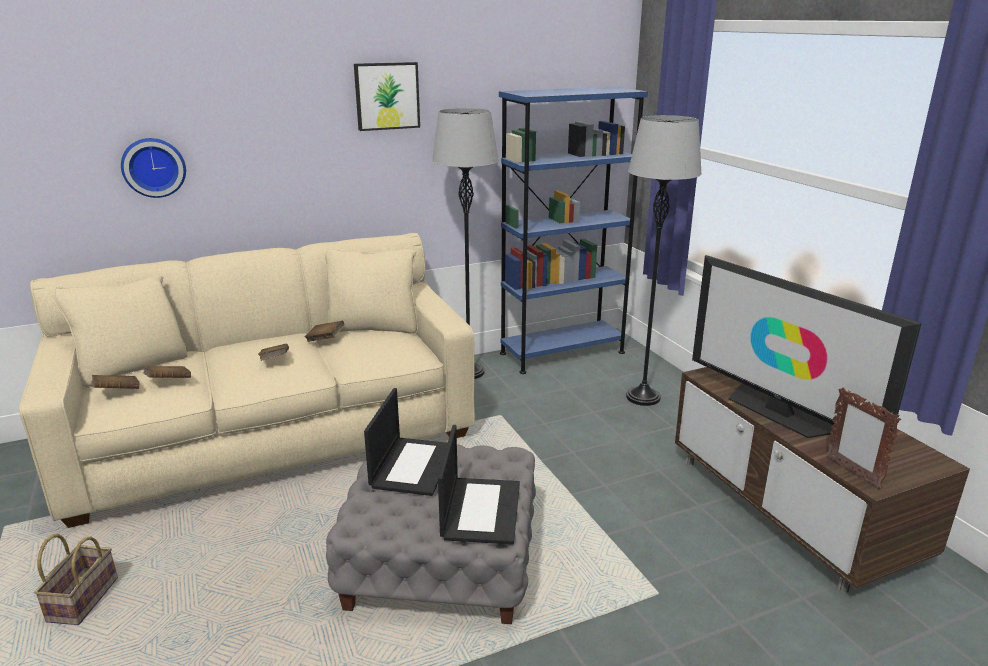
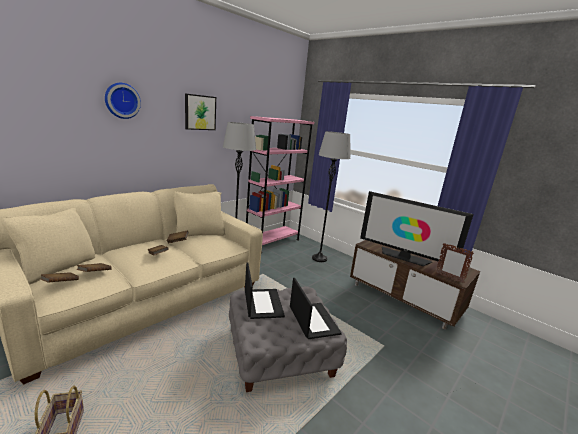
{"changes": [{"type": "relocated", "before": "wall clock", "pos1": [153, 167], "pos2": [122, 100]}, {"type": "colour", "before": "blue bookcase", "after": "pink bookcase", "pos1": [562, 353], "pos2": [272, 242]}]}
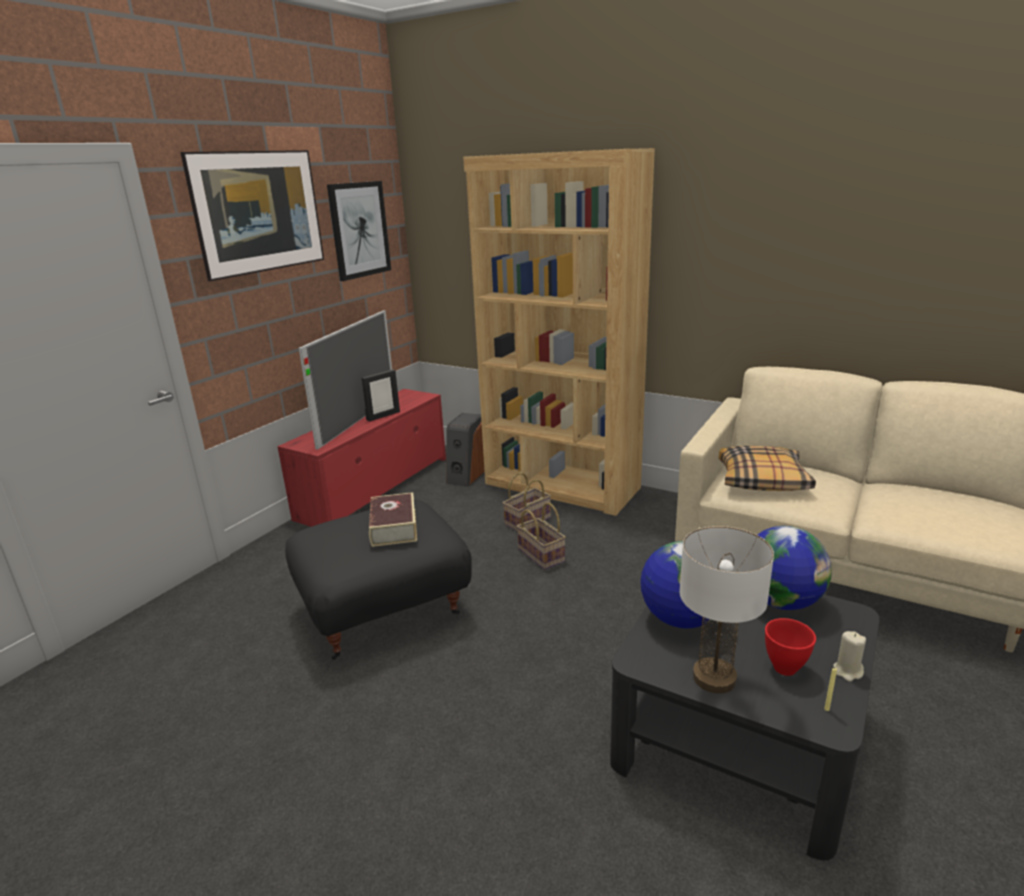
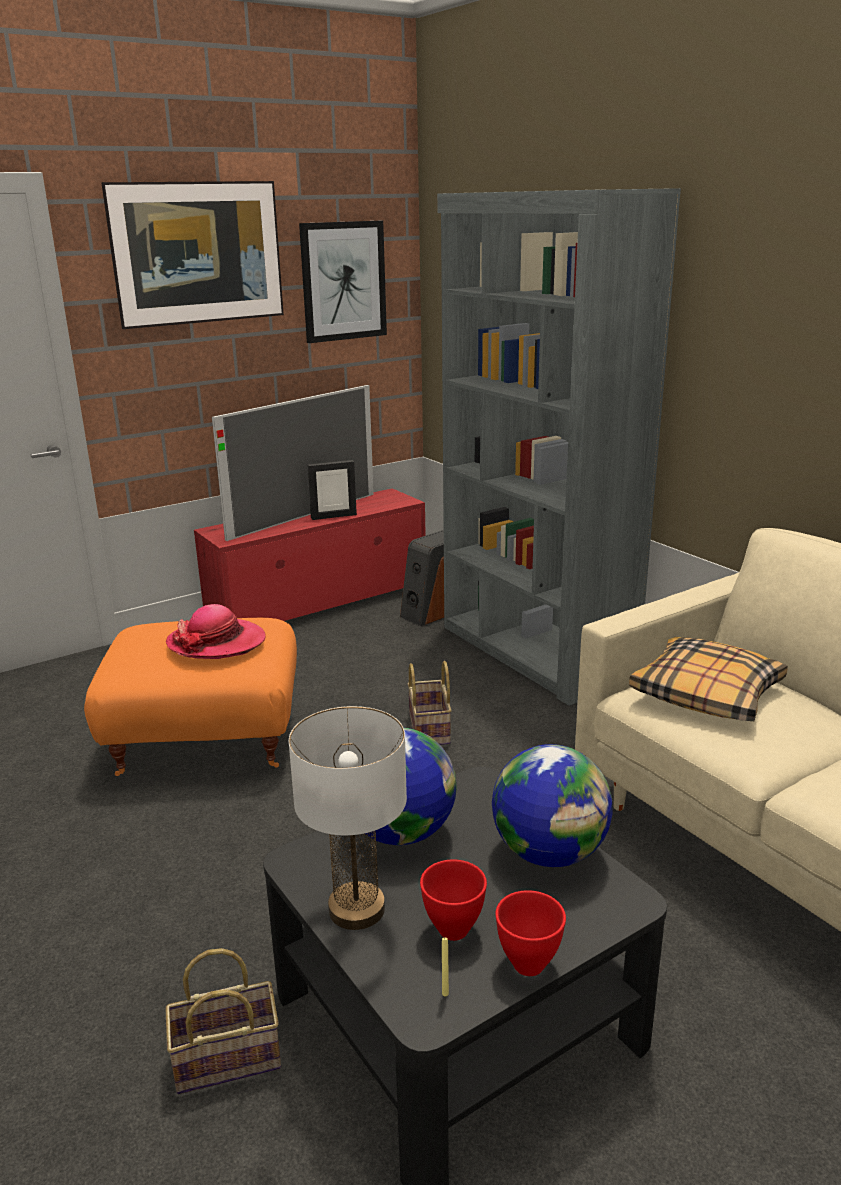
{"changes": [{"type": "colour", "before": "black ottoman", "after": "orange ottoman", "pos1": [384, 612], "pos2": [205, 742]}, {"type": "relocated", "before": "basket", "pos1": [528, 520], "pos2": [230, 1057]}, {"type": "exchanged", "before": "book", "after": "hat", "pos1": [393, 527], "pos2": [216, 643]}, {"type": "colour", "before": "brown bookcase", "after": "grey bookcase", "pos1": [561, 486], "pos2": [534, 652]}, {"type": "exchanged", "before": "beige candle", "after": "red bowl", "pos1": [847, 671], "pos2": [528, 963]}]}
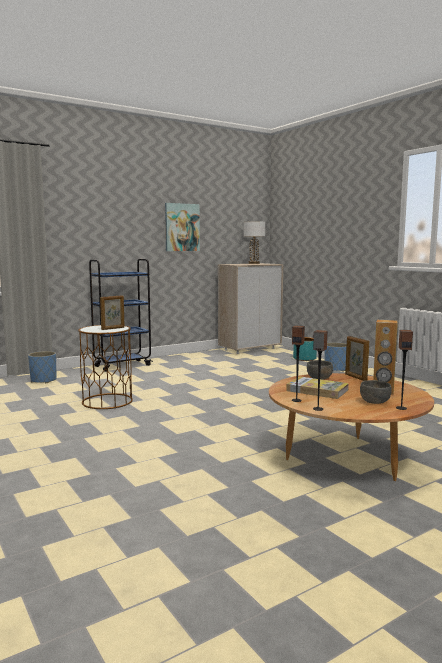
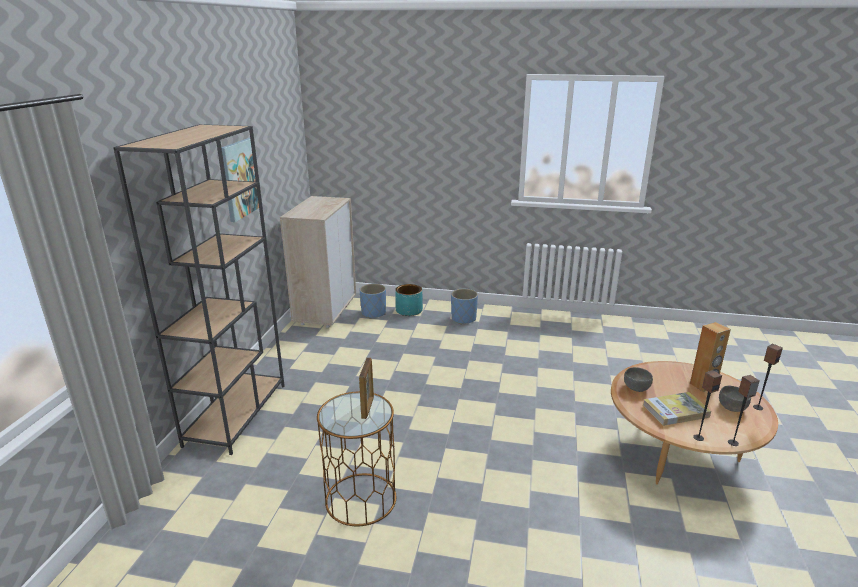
{"changes": [{"type": "exchanged", "before": "blue cart", "after": "bookcase", "pos1": [123, 365], "pos2": [236, 414]}, {"type": "relocated", "before": "blue planter", "pos1": [43, 380], "pos2": [373, 313]}, {"type": "missing", "before": "table lamp", "pos1": [253, 263]}, {"type": "missing", "before": "picture frame", "pos1": [355, 377]}]}
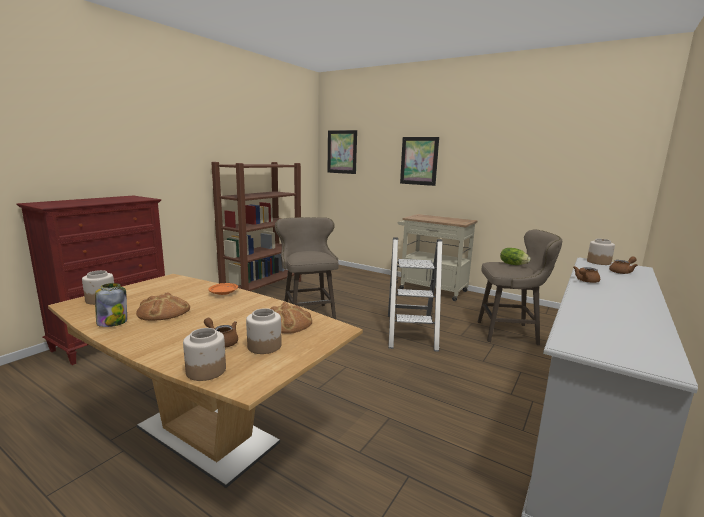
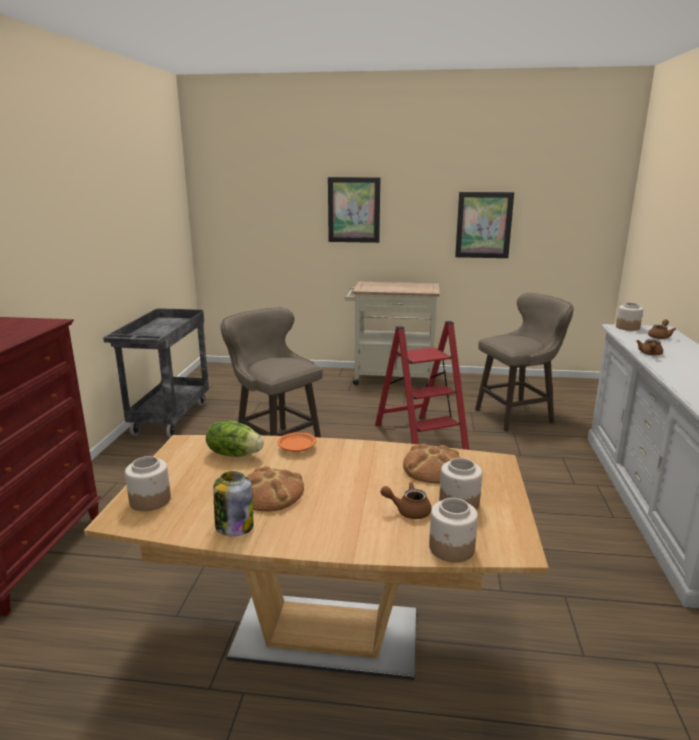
{"changes": [{"type": "exchanged", "before": "brown bookcase", "after": "grey cart", "pos1": [262, 287], "pos2": [169, 420]}, {"type": "relocated", "before": "lettuce", "pos1": [513, 264], "pos2": [234, 454]}, {"type": "colour", "before": "grey step ladder", "after": "red step ladder", "pos1": [411, 331], "pos2": [419, 438]}, {"type": "relocated", "before": "picture", "pos1": [342, 152], "pos2": [483, 225]}]}
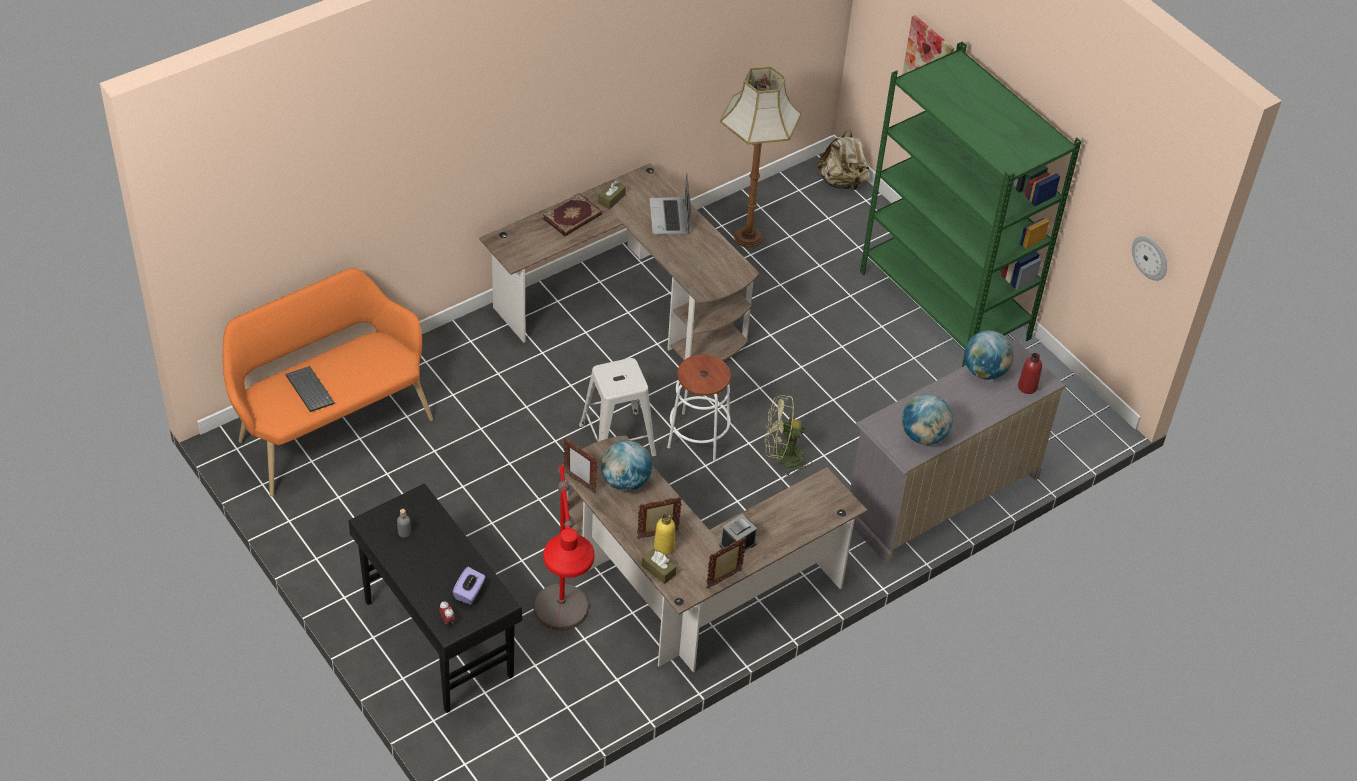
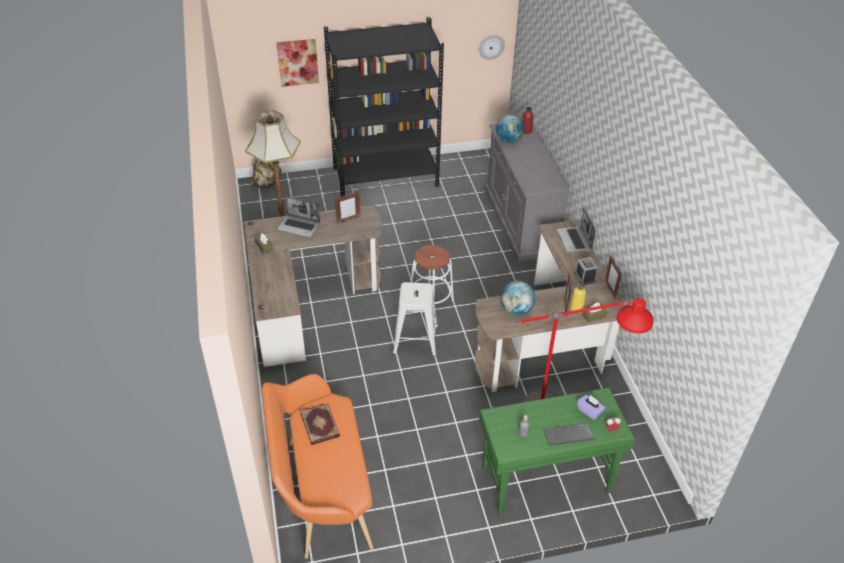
{"changes": [{"type": "relocated", "before": "book", "pos1": [572, 217], "pos2": [320, 425]}, {"type": "colour", "before": "green bookcase", "after": "black bookcase", "pos1": [944, 305], "pos2": [385, 177]}, {"type": "relocated", "before": "picture frame", "pos1": [579, 482], "pos2": [348, 220]}, {"type": "colour", "before": "black console table", "after": "green console table", "pos1": [437, 638], "pos2": [544, 481]}, {"type": "relocated", "before": "keyboard", "pos1": [308, 390], "pos2": [568, 435]}, {"type": "appeared", "after": "laptop", "pos2": [575, 240]}, {"type": "missing", "before": "green fan", "pos1": [782, 457]}, {"type": "missing", "before": "globe", "pos1": [923, 436]}]}
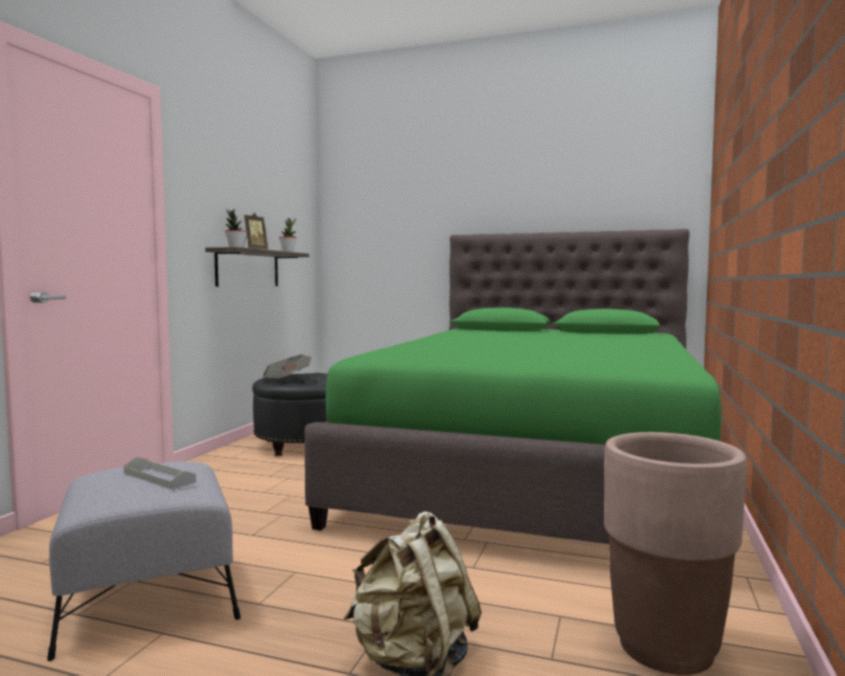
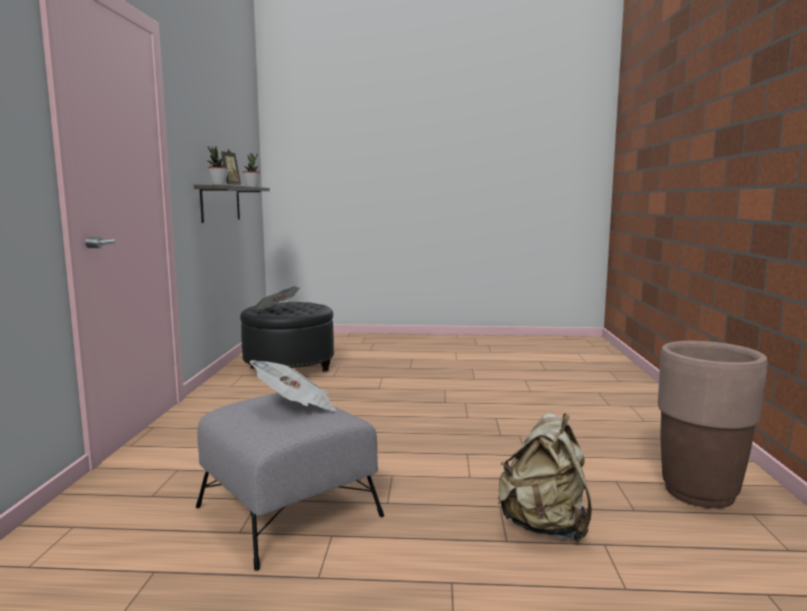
{"changes": [{"type": "exchanged", "before": "grey tray", "after": "newspaper", "pos1": [159, 478], "pos2": [296, 407]}, {"type": "missing", "before": "green bed", "pos1": [538, 469]}]}
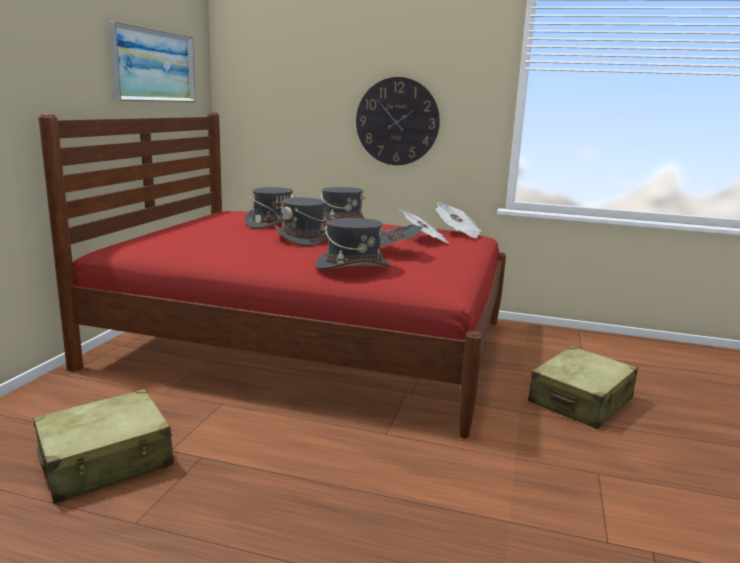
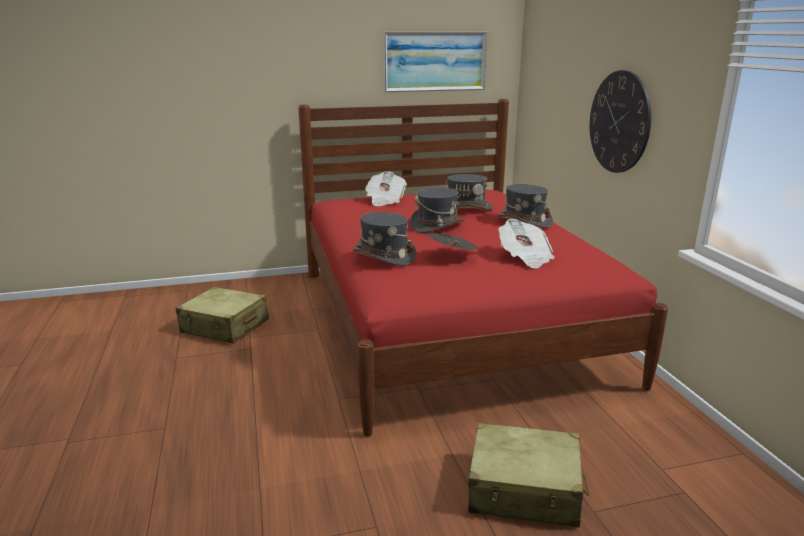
{"changes": [{"type": "relocated", "before": "newspaper", "pos1": [458, 233], "pos2": [385, 200]}]}
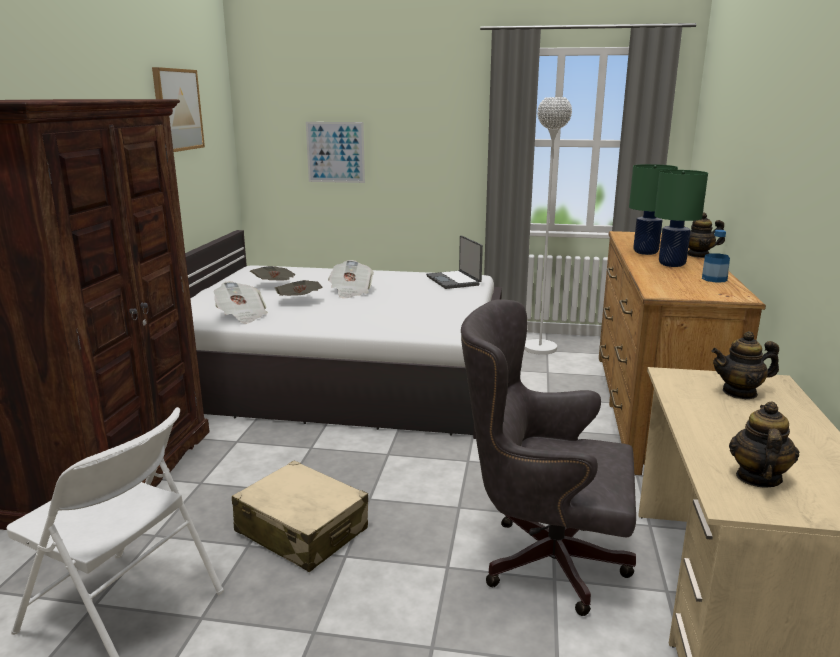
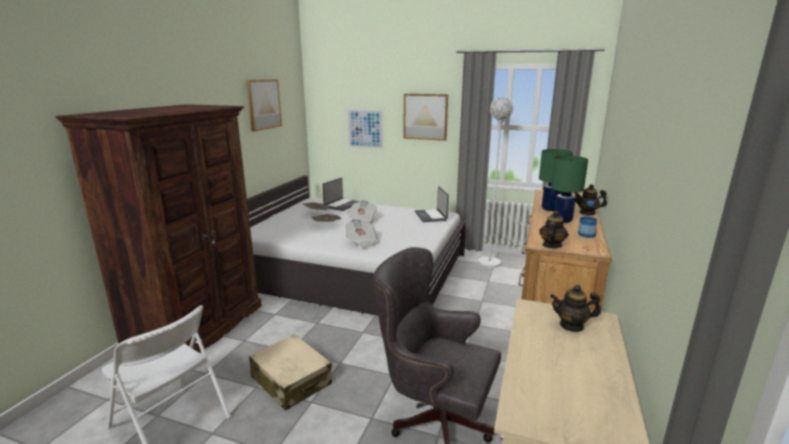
{"changes": [{"type": "appeared", "after": "laptop", "pos2": [341, 205]}, {"type": "relocated", "before": "newspaper", "pos1": [242, 316], "pos2": [362, 242]}, {"type": "appeared", "after": "picture", "pos2": [425, 116]}, {"type": "relocated", "before": "teapot", "pos1": [757, 478], "pos2": [551, 245]}]}
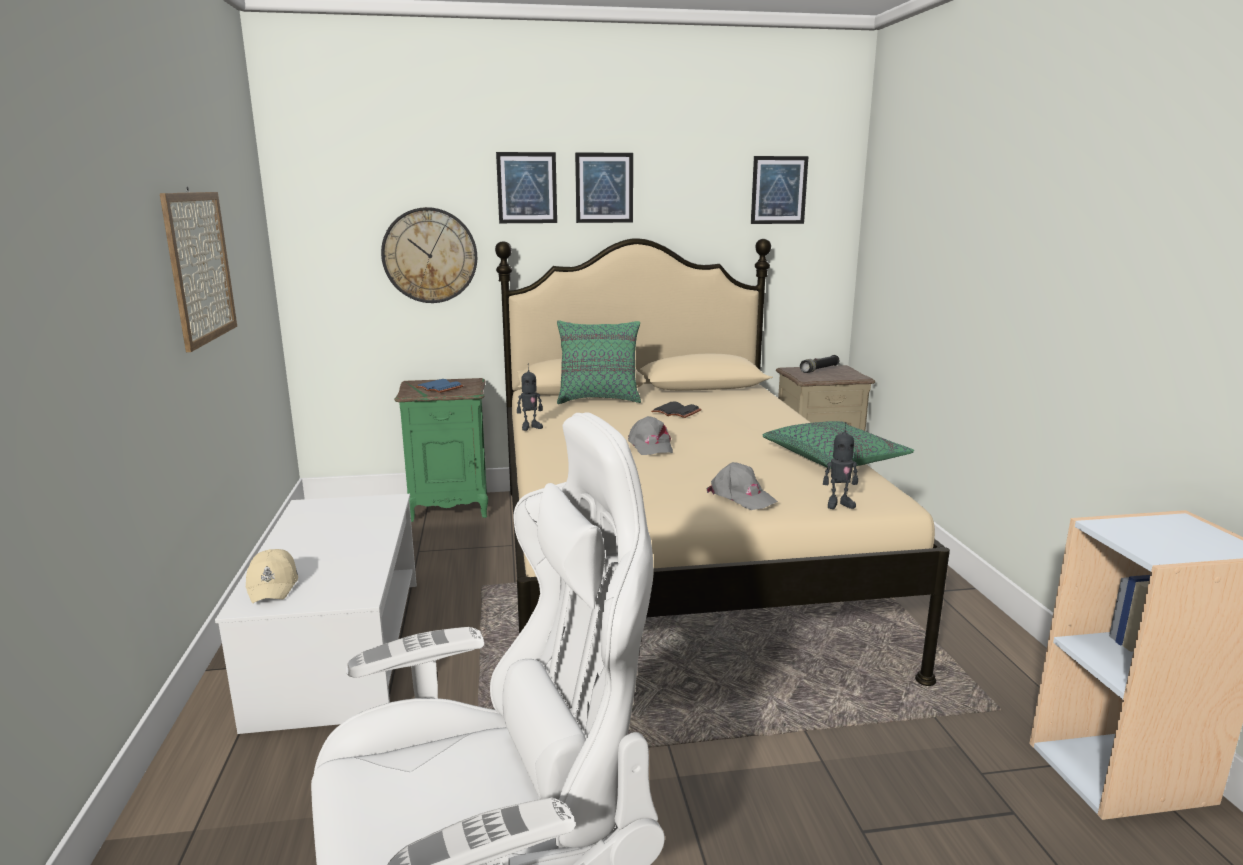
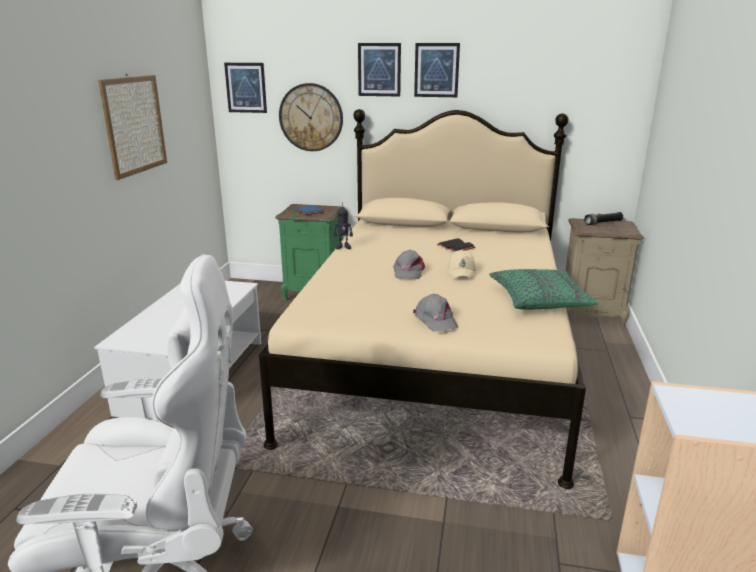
{"changes": [{"type": "relocated", "before": "picture", "pos1": [779, 190], "pos2": [246, 87]}, {"type": "relocated", "before": "beige cap", "pos1": [273, 585], "pos2": [462, 271]}, {"type": "missing", "before": "green pillow", "pos1": [599, 400]}, {"type": "missing", "before": "toy robot", "pos1": [839, 504]}]}
